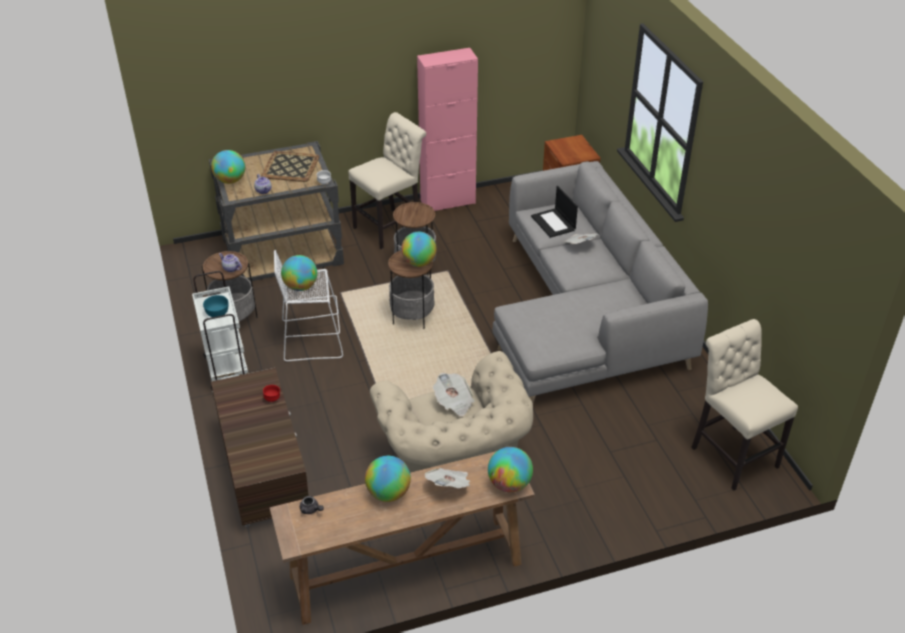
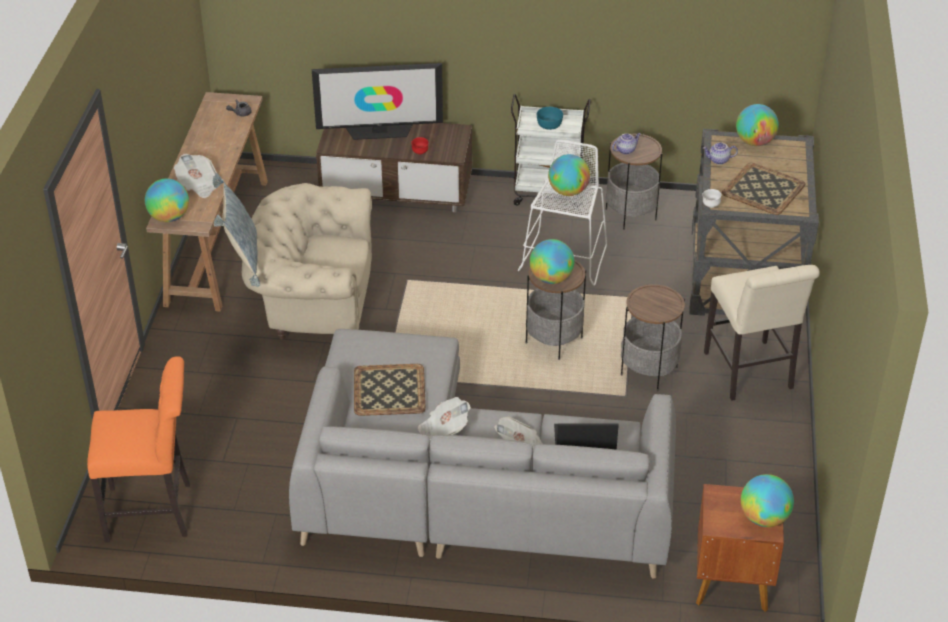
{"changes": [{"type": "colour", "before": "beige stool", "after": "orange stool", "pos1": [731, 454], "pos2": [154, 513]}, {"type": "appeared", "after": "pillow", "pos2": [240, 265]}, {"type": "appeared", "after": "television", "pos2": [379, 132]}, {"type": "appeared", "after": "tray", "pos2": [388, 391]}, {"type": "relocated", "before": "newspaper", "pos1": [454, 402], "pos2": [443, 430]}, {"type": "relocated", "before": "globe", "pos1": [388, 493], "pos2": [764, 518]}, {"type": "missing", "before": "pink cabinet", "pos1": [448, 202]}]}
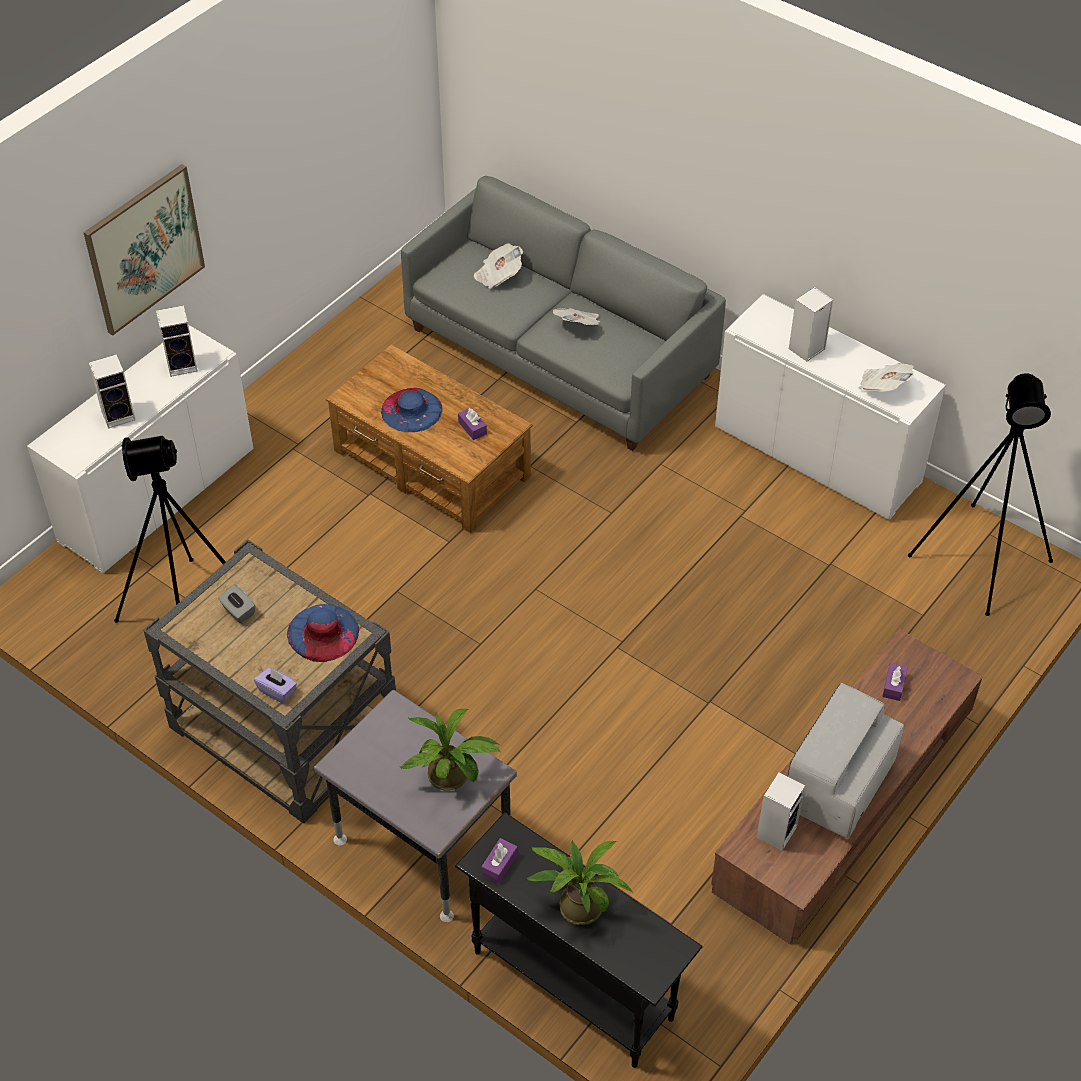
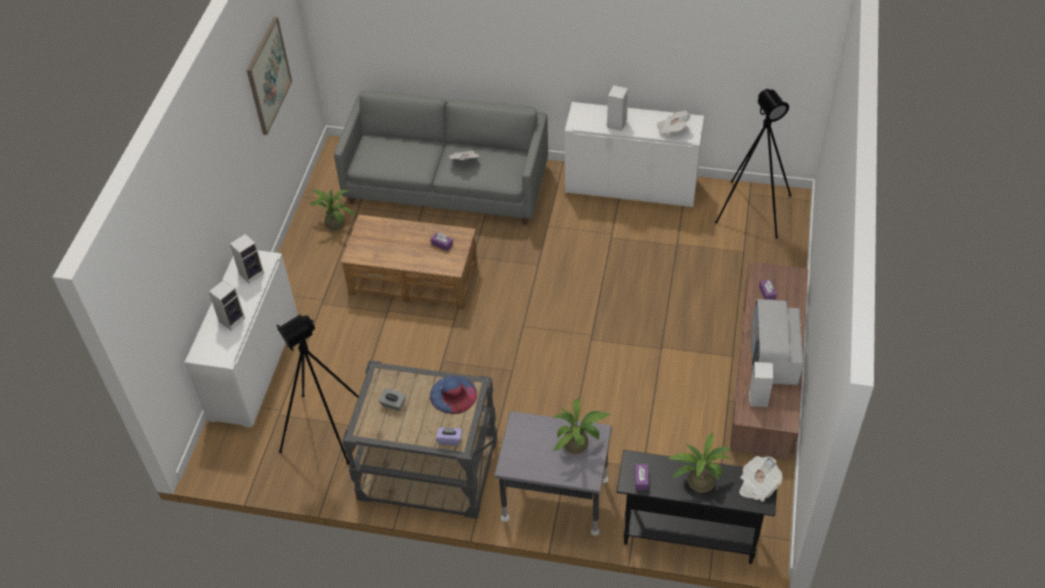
{"changes": [{"type": "relocated", "before": "picture", "pos1": [144, 249], "pos2": [268, 75]}, {"type": "appeared", "after": "potted plant", "pos2": [334, 222]}, {"type": "relocated", "before": "newspaper", "pos1": [498, 276], "pos2": [757, 485]}, {"type": "missing", "before": "blue hat", "pos1": [411, 410]}]}
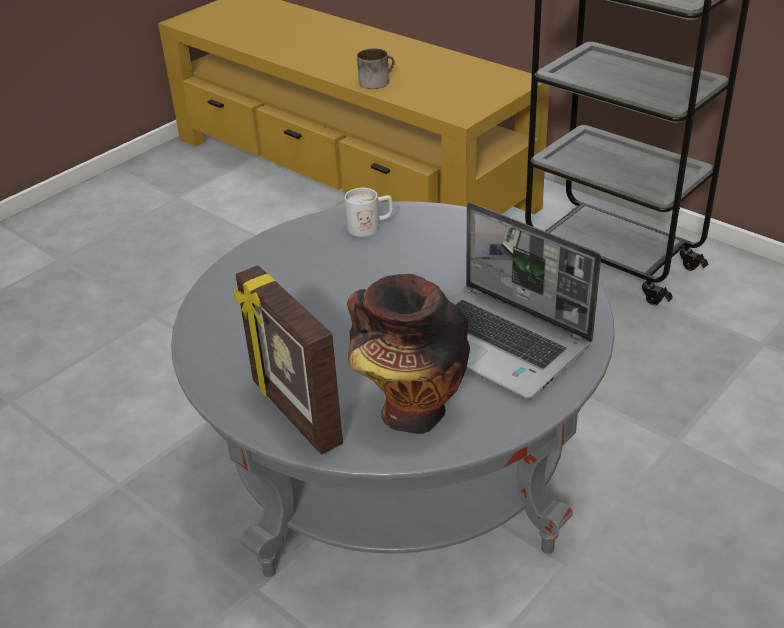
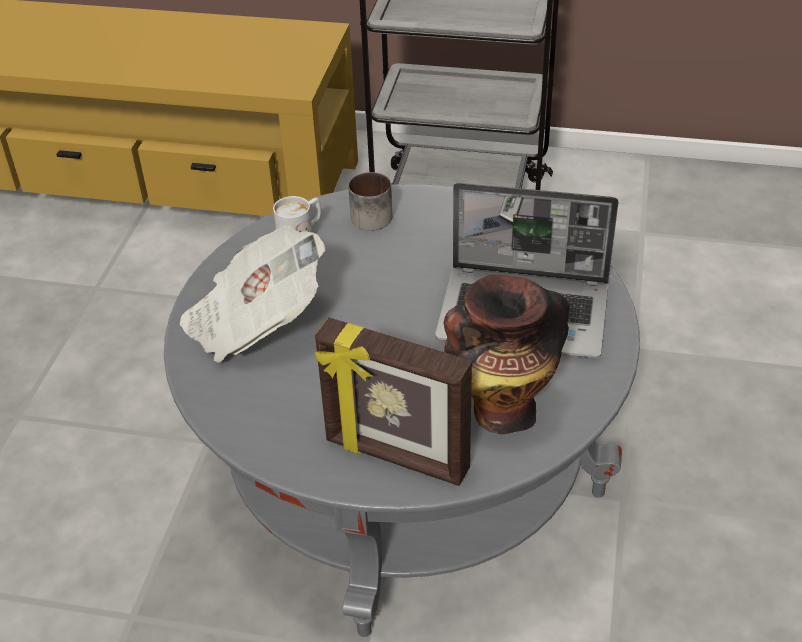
{"changes": [{"type": "appeared", "after": "newspaper", "pos2": [255, 322]}, {"type": "relocated", "before": "mug", "pos1": [376, 81], "pos2": [372, 214]}]}
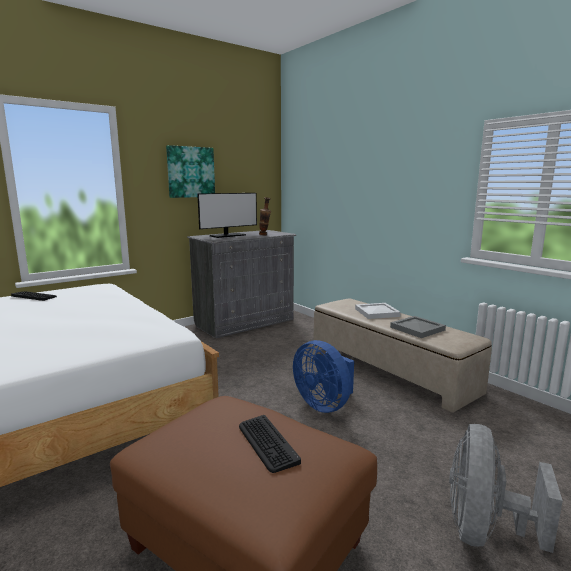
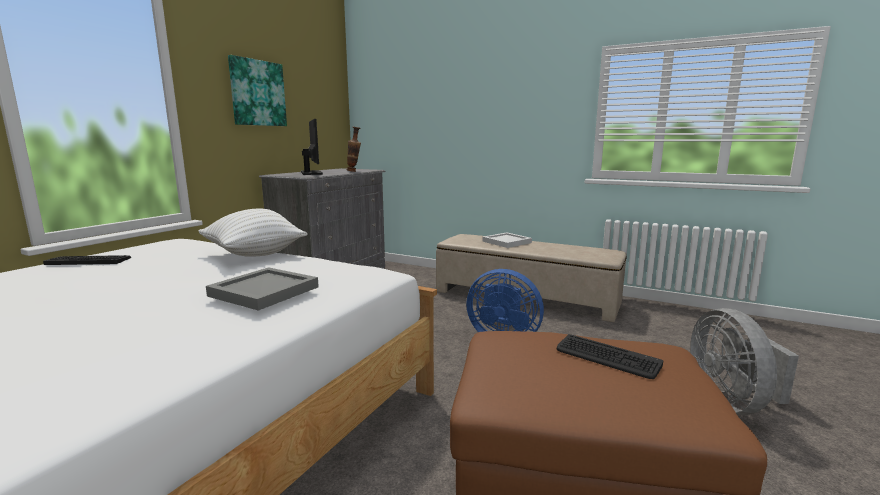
{"changes": [{"type": "appeared", "after": "white pillow", "pos2": [254, 255]}, {"type": "relocated", "before": "grey tray", "pos1": [416, 328], "pos2": [262, 291]}, {"type": "spun", "before": "monitor", "pos1": [227, 235], "pos2": [311, 173], "turn": -45}]}
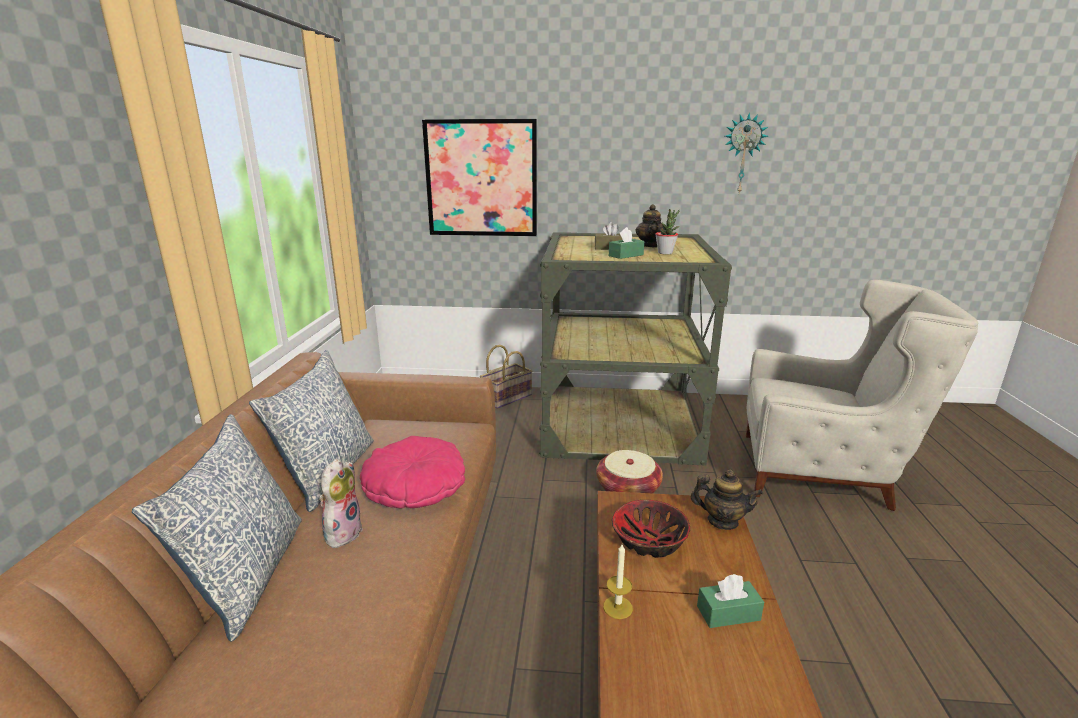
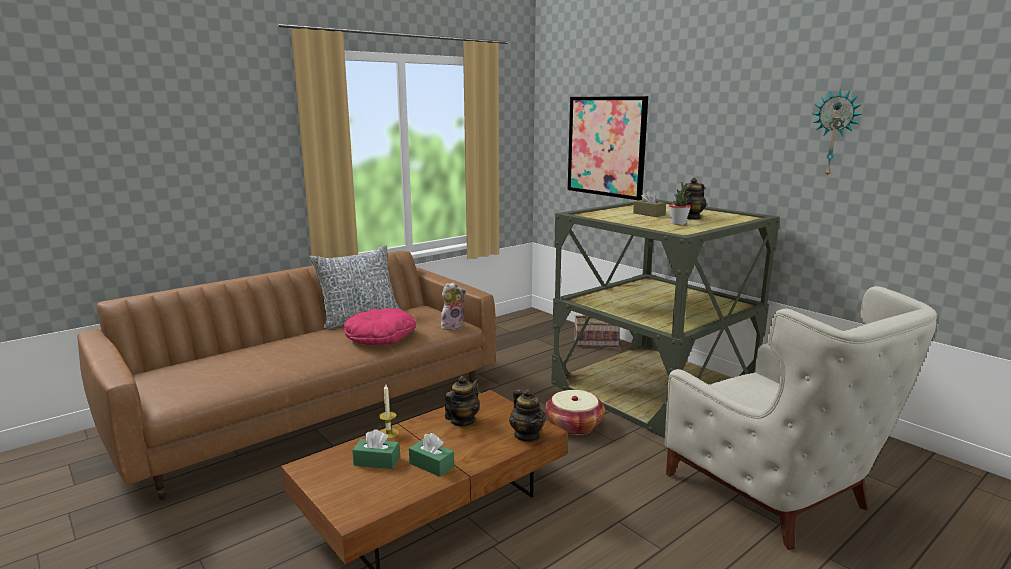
{"changes": [{"type": "relocated", "before": "green tissue box", "pos1": [626, 255], "pos2": [376, 461]}, {"type": "relocated", "before": "plush toy", "pos1": [342, 532], "pos2": [452, 326]}, {"type": "exchanged", "before": "bowl", "after": "teapot", "pos1": [648, 542], "pos2": [462, 421]}, {"type": "missing", "before": "pillow", "pos1": [248, 575]}]}
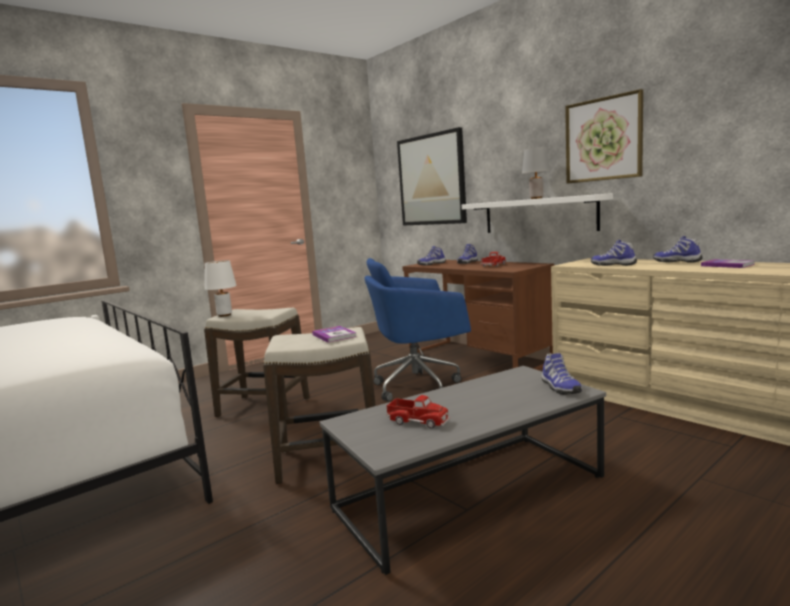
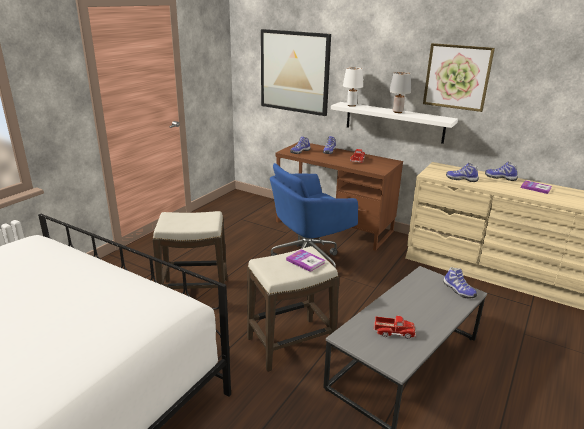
{"changes": [{"type": "relocated", "before": "white table lamp", "pos1": [224, 315], "pos2": [351, 105]}]}
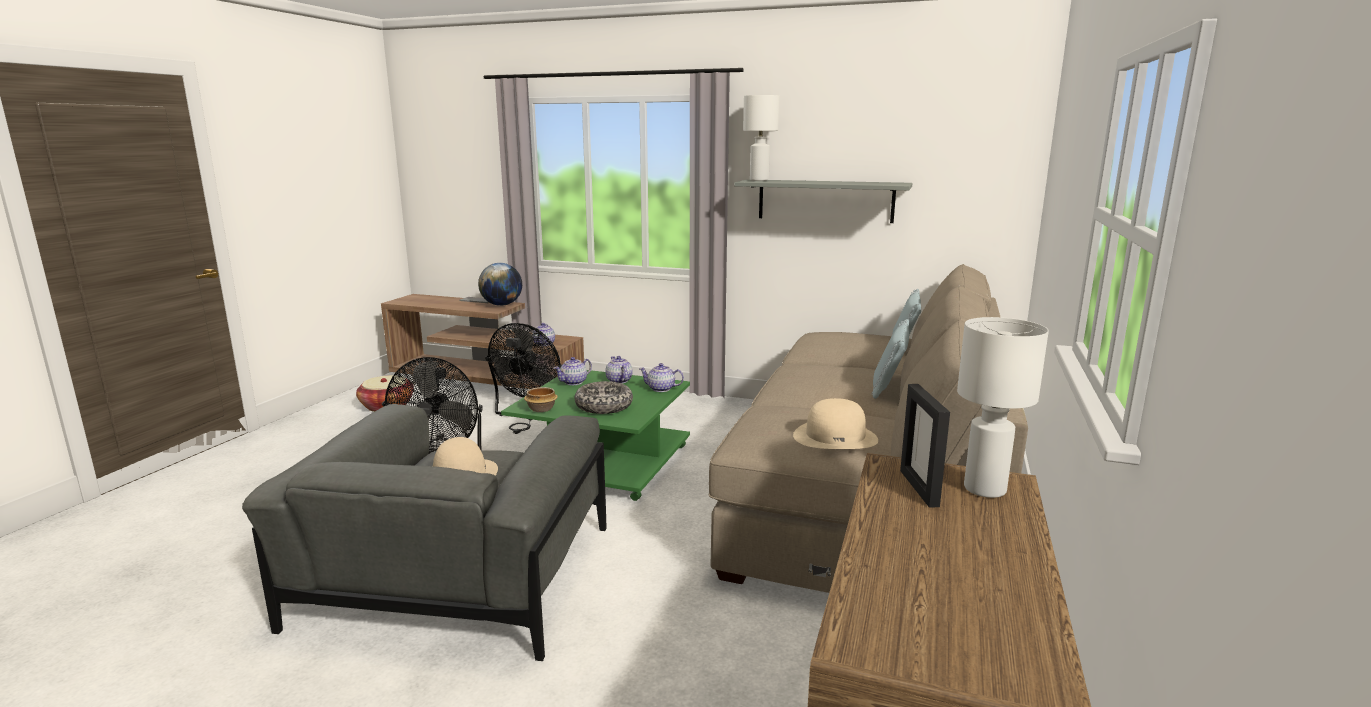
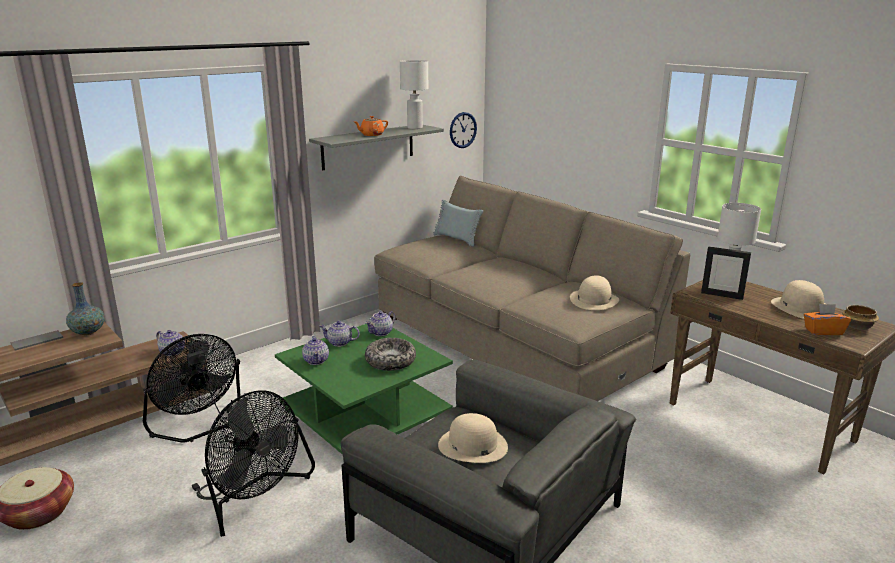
{"changes": [{"type": "exchanged", "before": "globe", "after": "vase", "pos1": [502, 305], "pos2": [88, 332]}, {"type": "appeared", "after": "orange teapot", "pos2": [371, 135]}, {"type": "relocated", "before": "white table lamp", "pos1": [759, 180], "pos2": [415, 128]}, {"type": "appeared", "after": "wall clock", "pos2": [463, 130]}, {"type": "appeared", "after": "beige hat", "pos2": [801, 308]}, {"type": "appeared", "after": "orange tissue box", "pos2": [823, 331]}, {"type": "relocated", "before": "bowl", "pos1": [540, 409], "pos2": [857, 327]}, {"type": "missing", "before": "blue pillow", "pos1": [888, 385]}]}
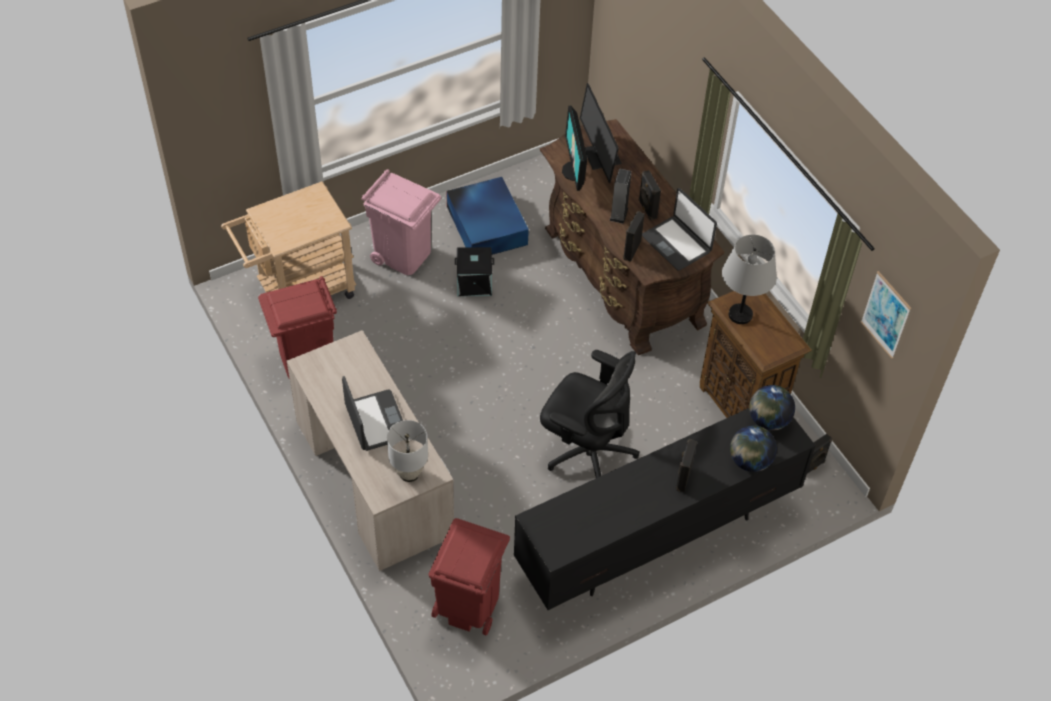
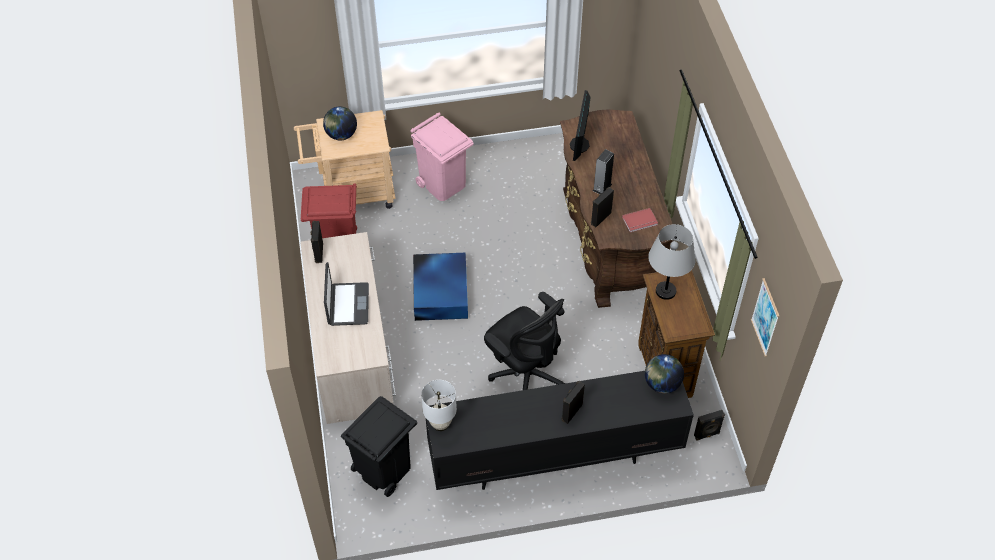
{"changes": [{"type": "relocated", "before": "black speaker", "pos1": [647, 209], "pos2": [318, 253]}, {"type": "relocated", "before": "globe", "pos1": [749, 461], "pos2": [341, 135]}, {"type": "colour", "before": "red trash can", "after": "black trash can", "pos1": [468, 605], "pos2": [384, 469]}, {"type": "relocated", "before": "blue storage box", "pos1": [487, 224], "pos2": [441, 291]}, {"type": "relocated", "before": "white table lamp", "pos1": [409, 473], "pos2": [440, 423]}, {"type": "exchanged", "before": "laptop", "after": "red book", "pos1": [677, 243], "pos2": [640, 222]}, {"type": "missing", "before": "black storage box", "pos1": [474, 282]}, {"type": "missing", "before": "monitor", "pos1": [601, 156]}]}
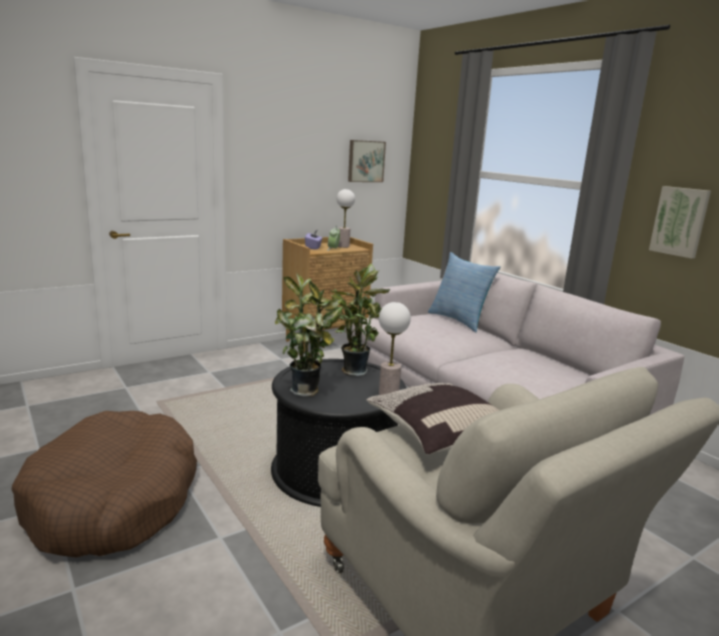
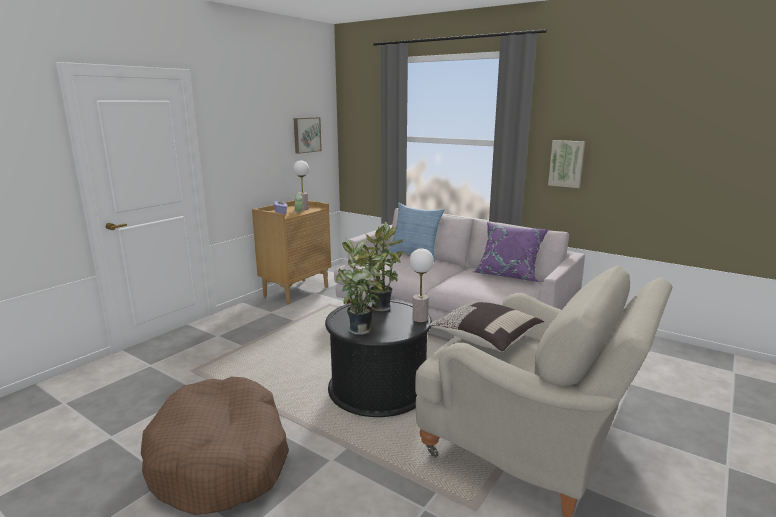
{"changes": [{"type": "appeared", "after": "purple pillow", "pos2": [508, 275]}]}
